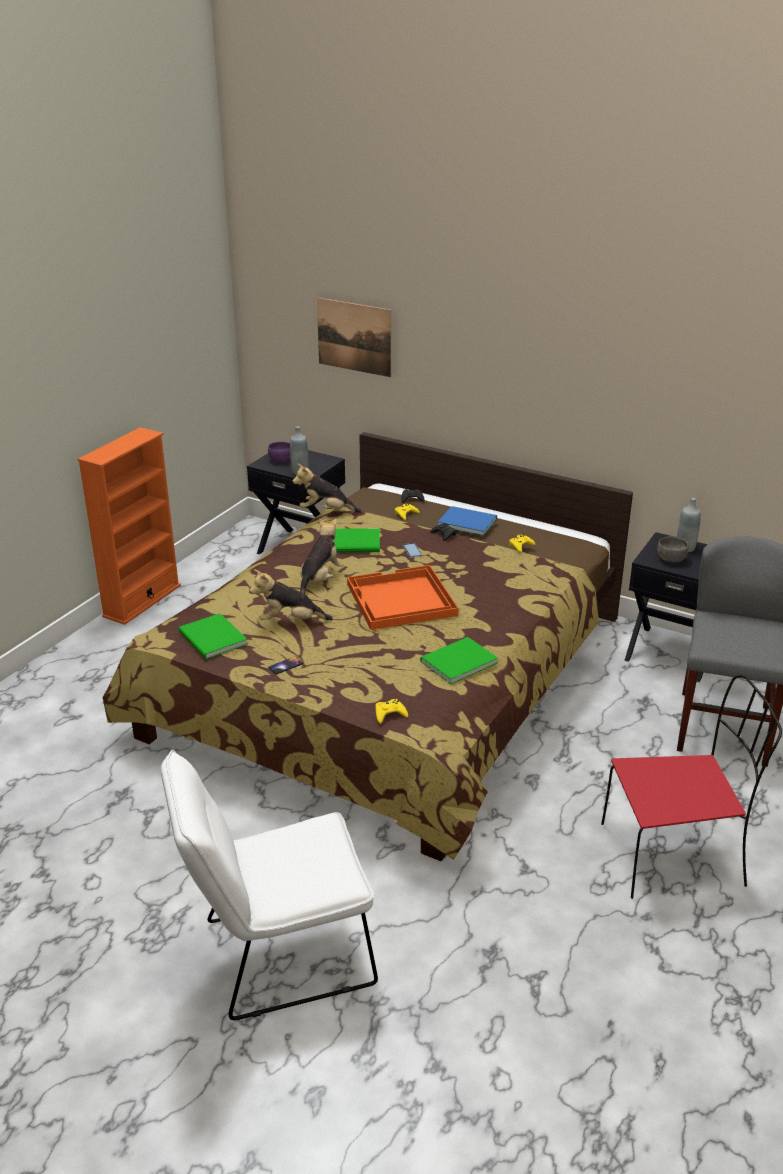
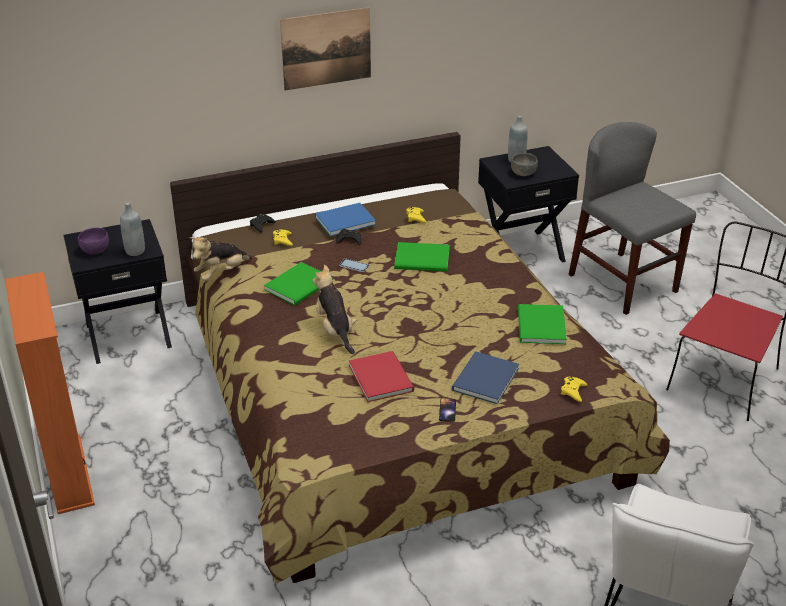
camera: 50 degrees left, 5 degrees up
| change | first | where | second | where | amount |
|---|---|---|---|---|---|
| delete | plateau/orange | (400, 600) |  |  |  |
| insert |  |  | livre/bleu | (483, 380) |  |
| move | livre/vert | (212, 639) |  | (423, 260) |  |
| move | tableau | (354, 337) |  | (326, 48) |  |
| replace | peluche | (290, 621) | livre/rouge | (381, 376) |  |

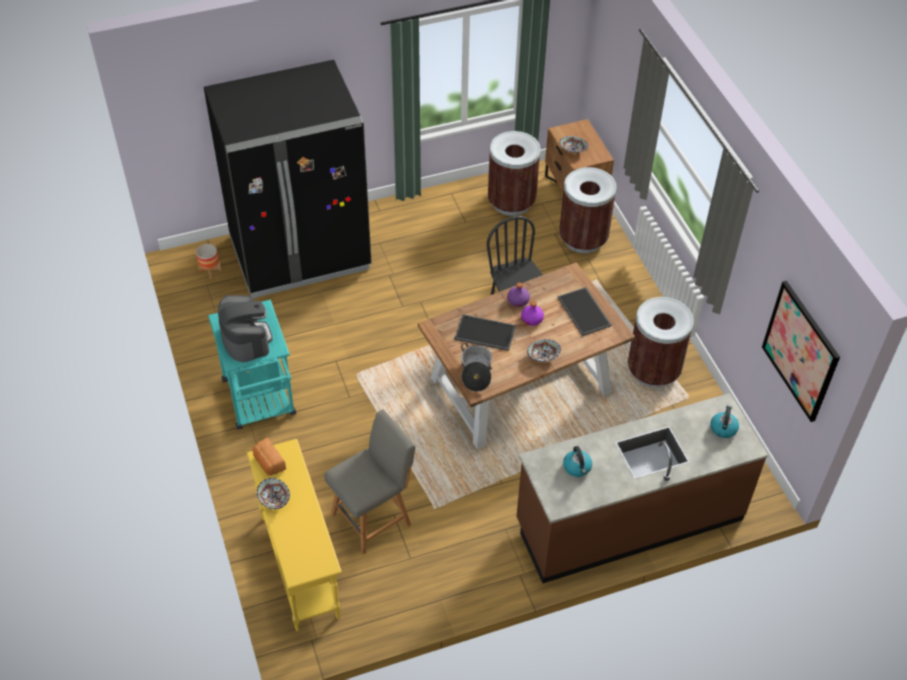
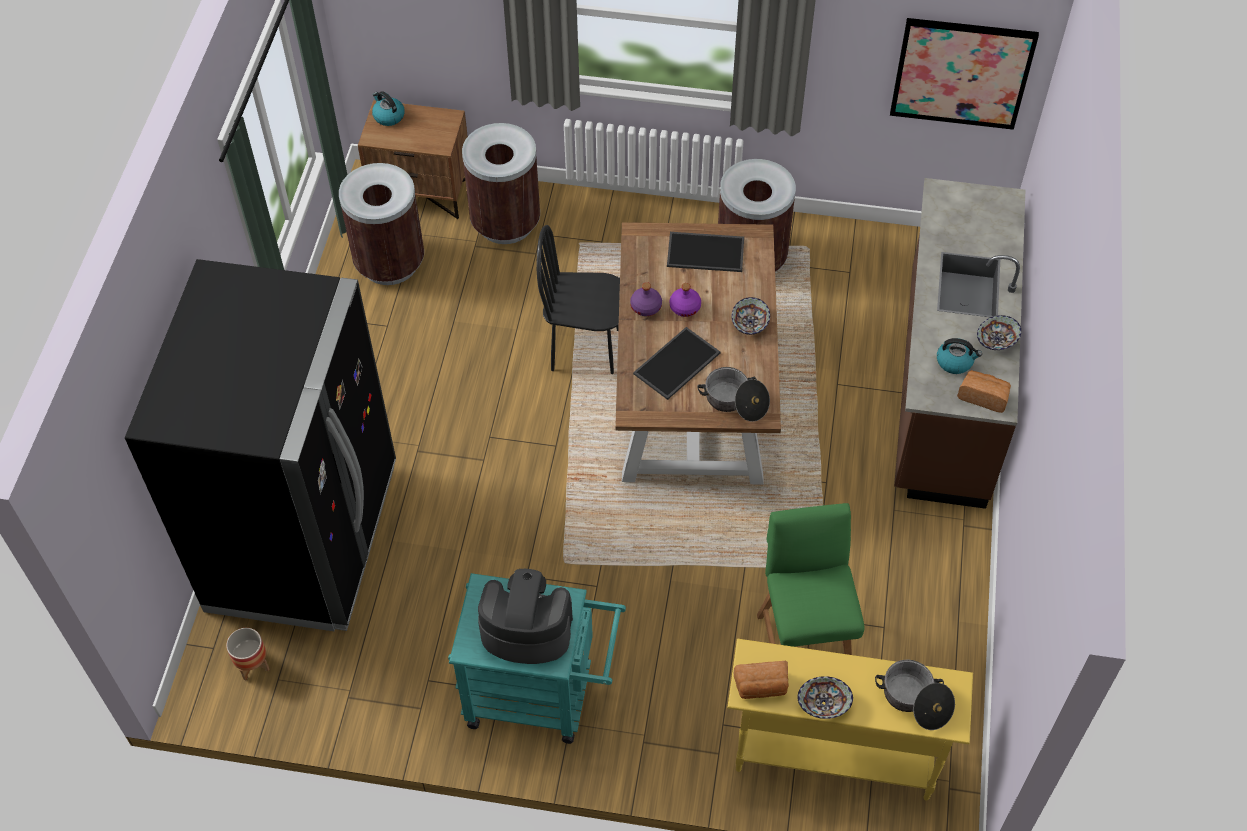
camera: 60 degrees left, 5 degrees up
| change | first | where | second | where | amount |
|---|---|---|---|---|---|
| insert |  |  | marmite | (914, 700) |  |
| insert |  |  | pain | (983, 396) |  |
| move | bol | (573, 150) |  | (997, 341) |  |
| move | bouilloire | (723, 428) |  | (388, 116) |  |
| recolor | chaise/gris | (373, 517) | chaise/vert | (803, 641) |  |

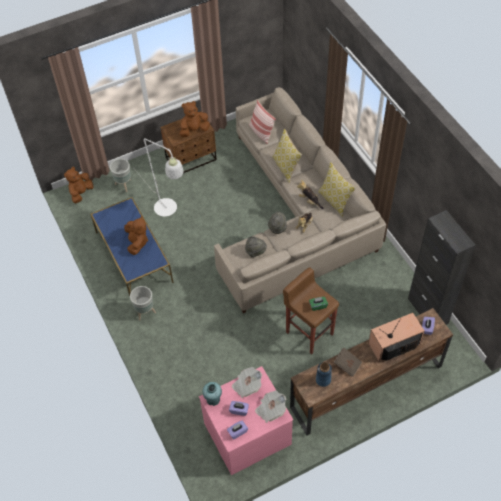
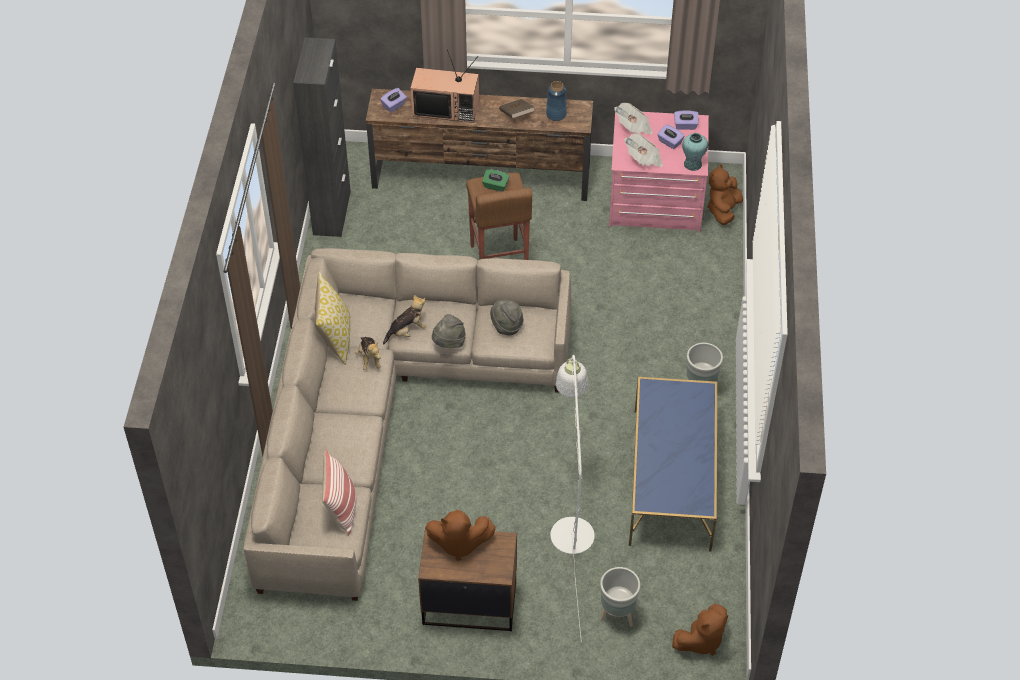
camera: 150 degrees left, 5 degrees down
| change | first | where | second | where | amount |
|---|---|---|---|---|---|
| delete | coussin | (286, 167) |  |  |  |
| move | peluche/marron | (137, 242) |  | (723, 210) |  |

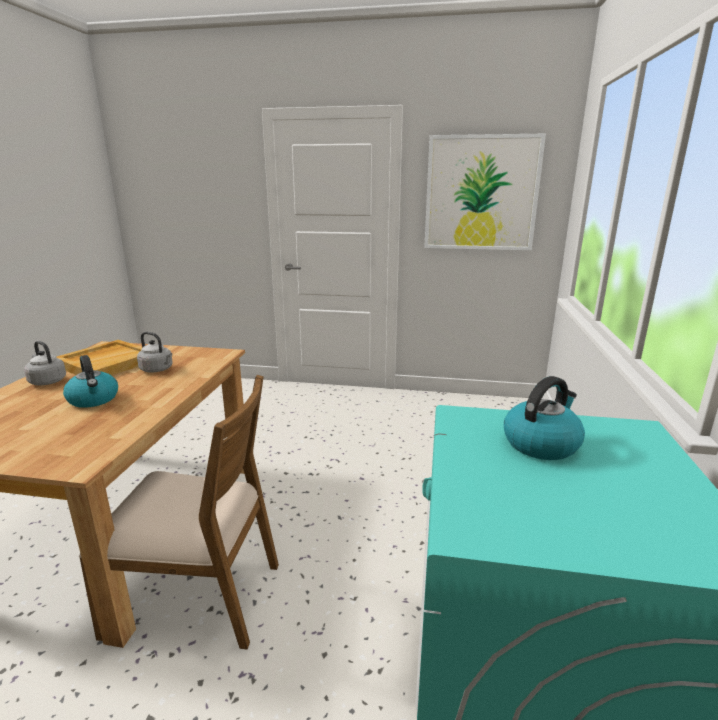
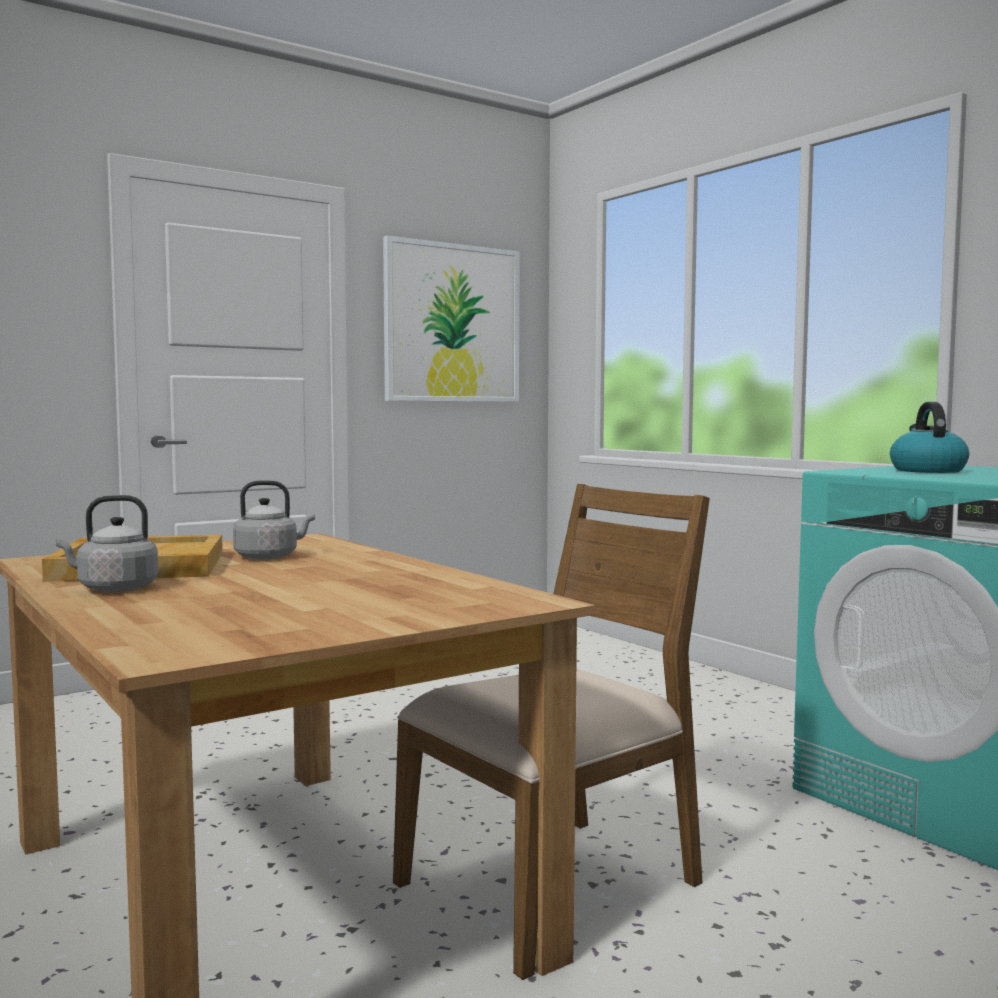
camera: 45 degrees left, 15 degrees down
| change | first | where | second | where | amount |
|---|---|---|---|---|---|
| delete | bouilloire | (94, 399) |  |  |  |

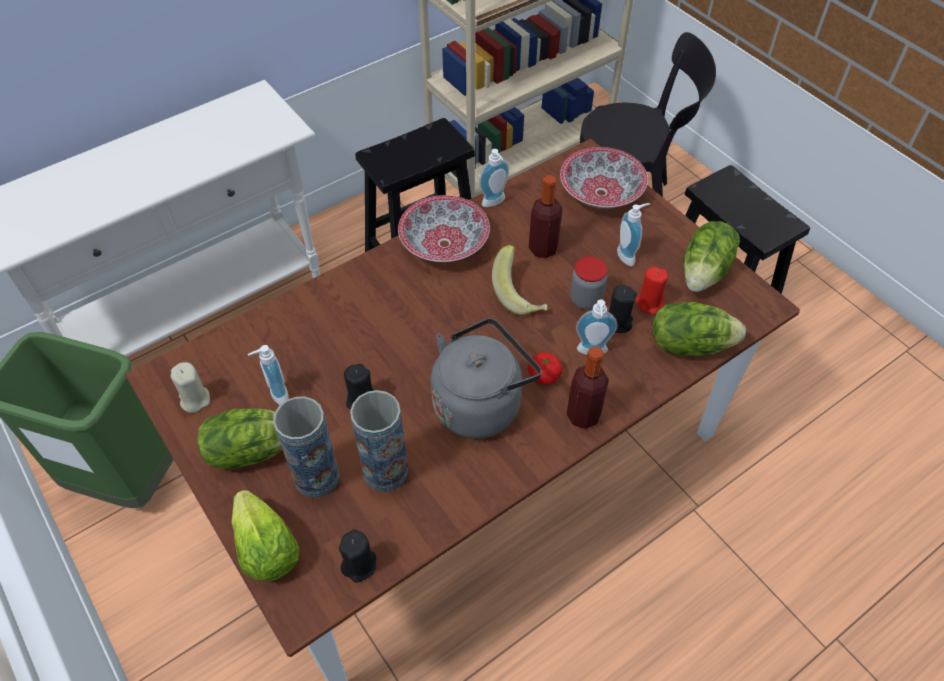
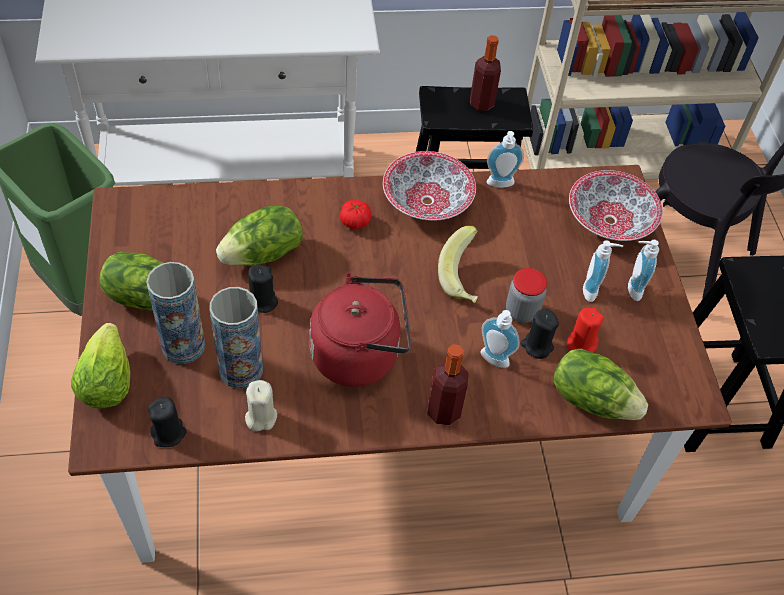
camera: 25 degrees right, 0 degrees up
| change | first | where | second | where | amount |
|---|---|---|---|---|---|
| move | bougie/beige | (194, 399) |  | (261, 417) |  |
| move | distributeur de savon | (275, 395) |  | (631, 289) |  |
| move | tomate | (544, 375) |  | (355, 222) |  |
| move | bouteille | (543, 248) |  | (481, 103) |  |
| move | laitue | (705, 272) |  | (263, 254) |  |
| recolor | bouilloire/gris | (480, 403) | bouilloire/rouge | (360, 355) |  |

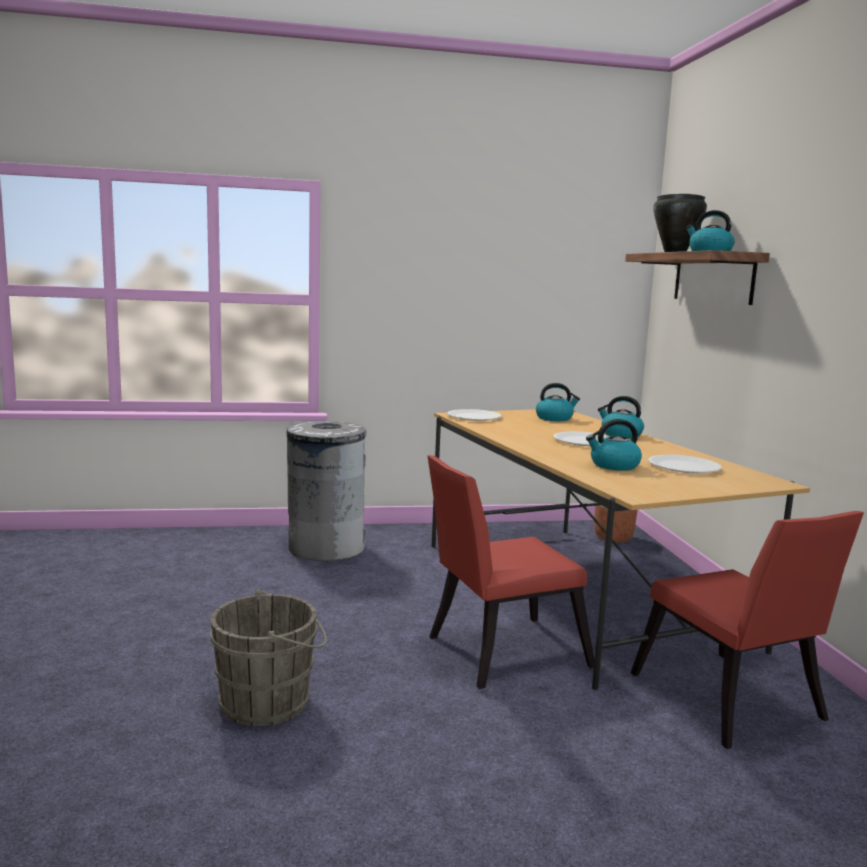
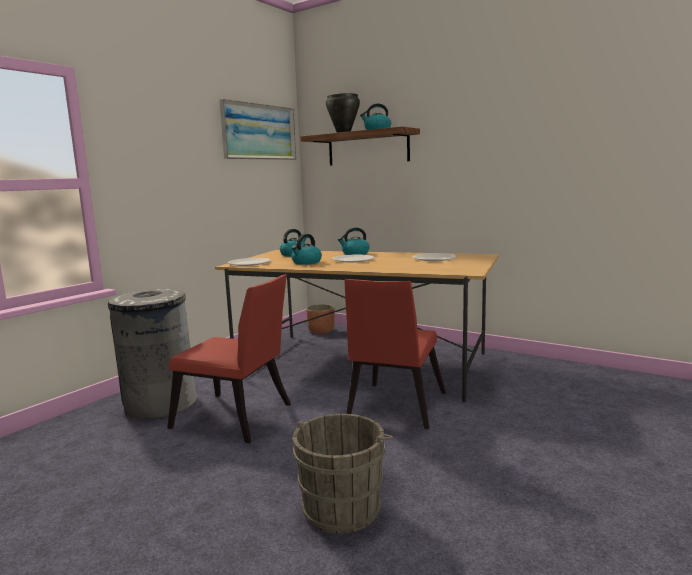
camera: 45 degrees left, 0 degrees up
| change | first | where | second | where | amount |
|---|---|---|---|---|---|
| insert |  |  | tableau | (259, 132) |  |
| move | bouilloire | (613, 465) |  | (306, 262) |  |
| move | chaise/rouge | (731, 704) |  | (237, 419) |  |

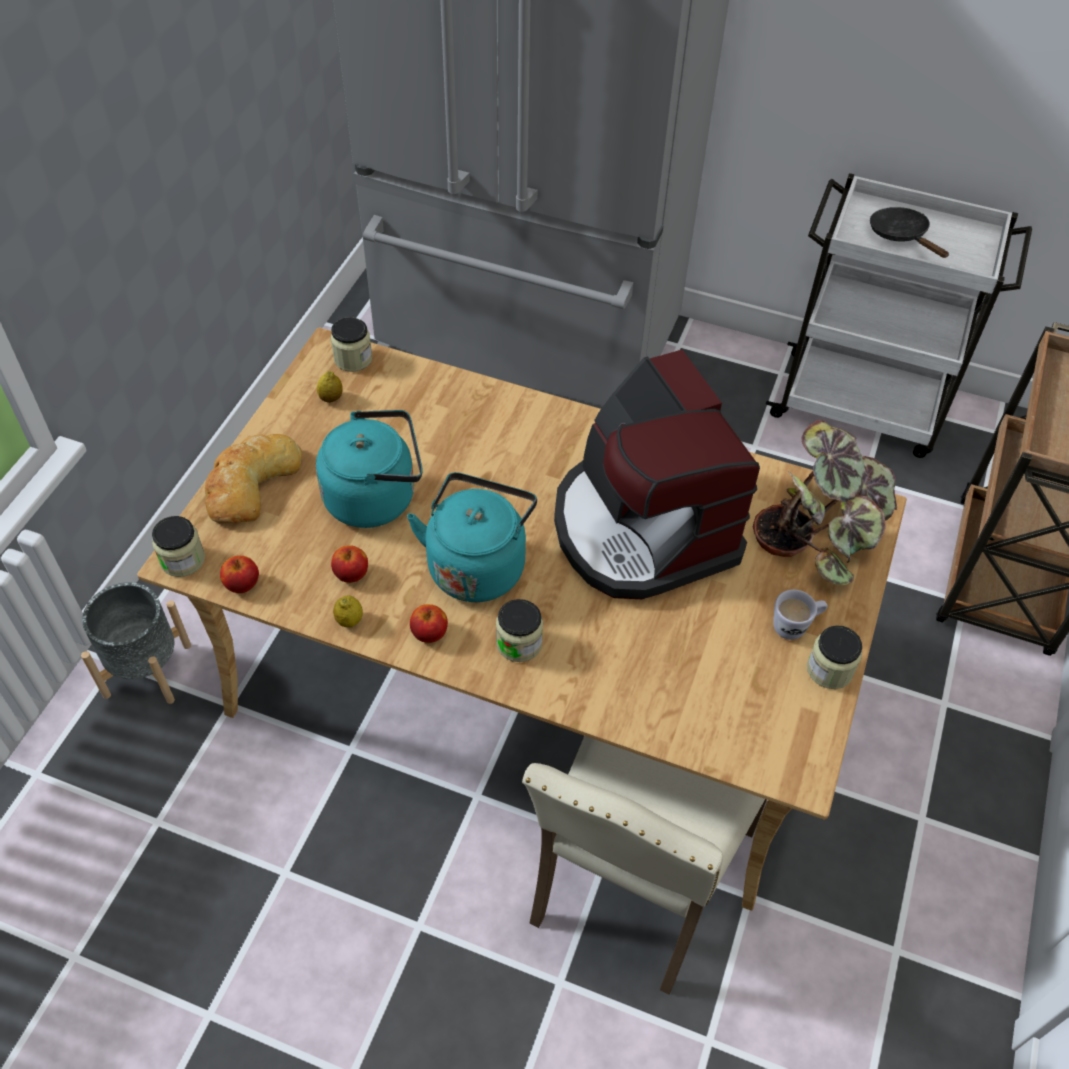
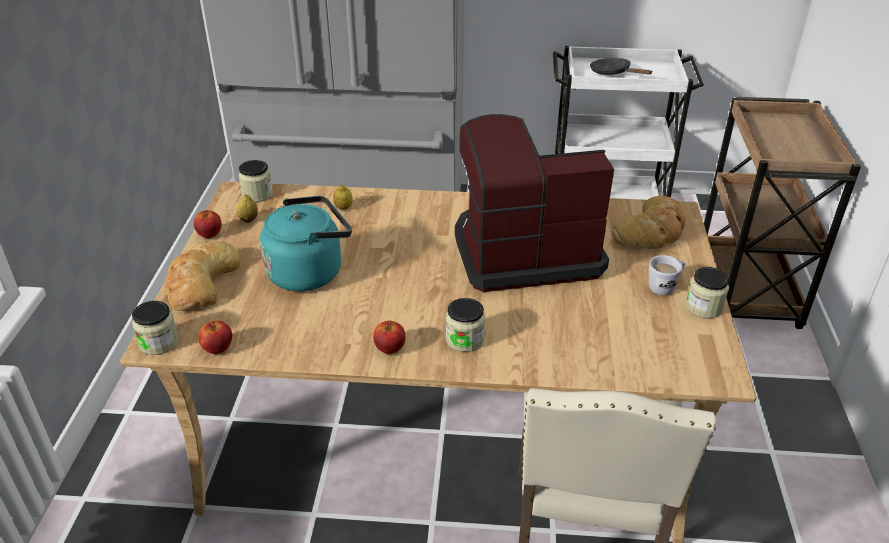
camera: 15 degrees left, 15 degrees down
| change | first | where | second | where | amount |
|---|---|---|---|---|---|
| delete | cache-pot/gris | (147, 670) |  |  |  |
| delete | bouilloire/turquoise | (477, 564) |  |  |  |
| move | pomme | (351, 574) |  | (209, 234) |  |
| move | citron | (349, 620) |  | (343, 207) |  |
| replace | plante en pot | (822, 532) | pain | (652, 230) |  |
| rotate | machine à café | (642, 528) |  | (523, 252) | 120 degrees clockwise |

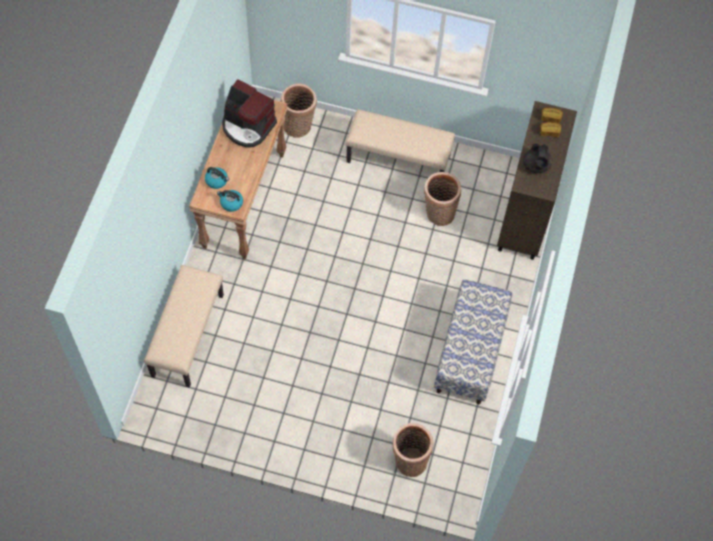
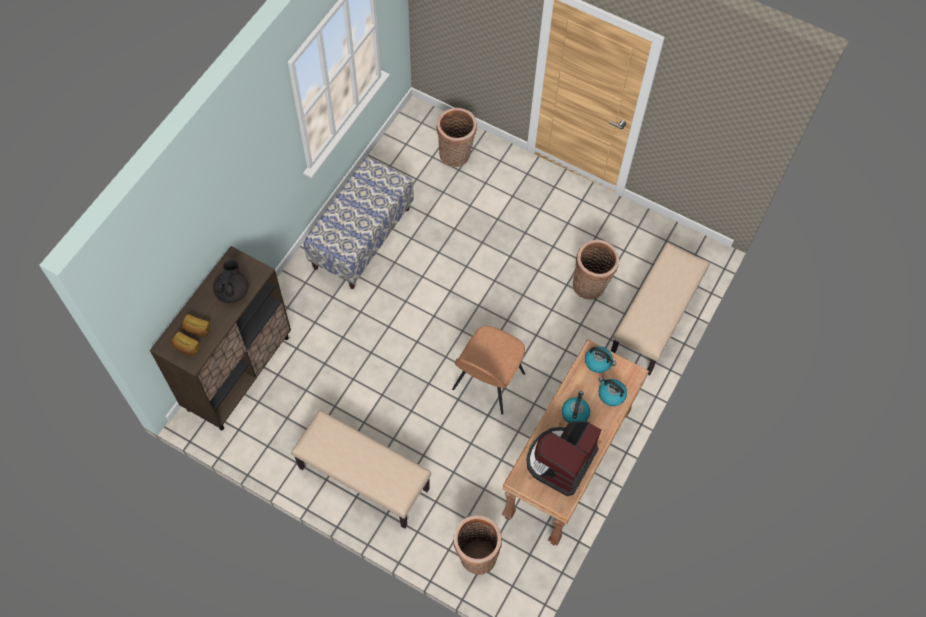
camera: 165 degrees left, 0 degrees up
| change | first | where | second | where | amount |
|---|---|---|---|---|---|
| insert |  |  | chaise/marron | (487, 383) |  |
| insert |  |  | bouilloire | (575, 413) |  |
| move | panier | (438, 213) |  | (591, 286) |  |
| rotate | machine à café | (248, 126) |  | (560, 461) | 105 degrees counterclockwise |

